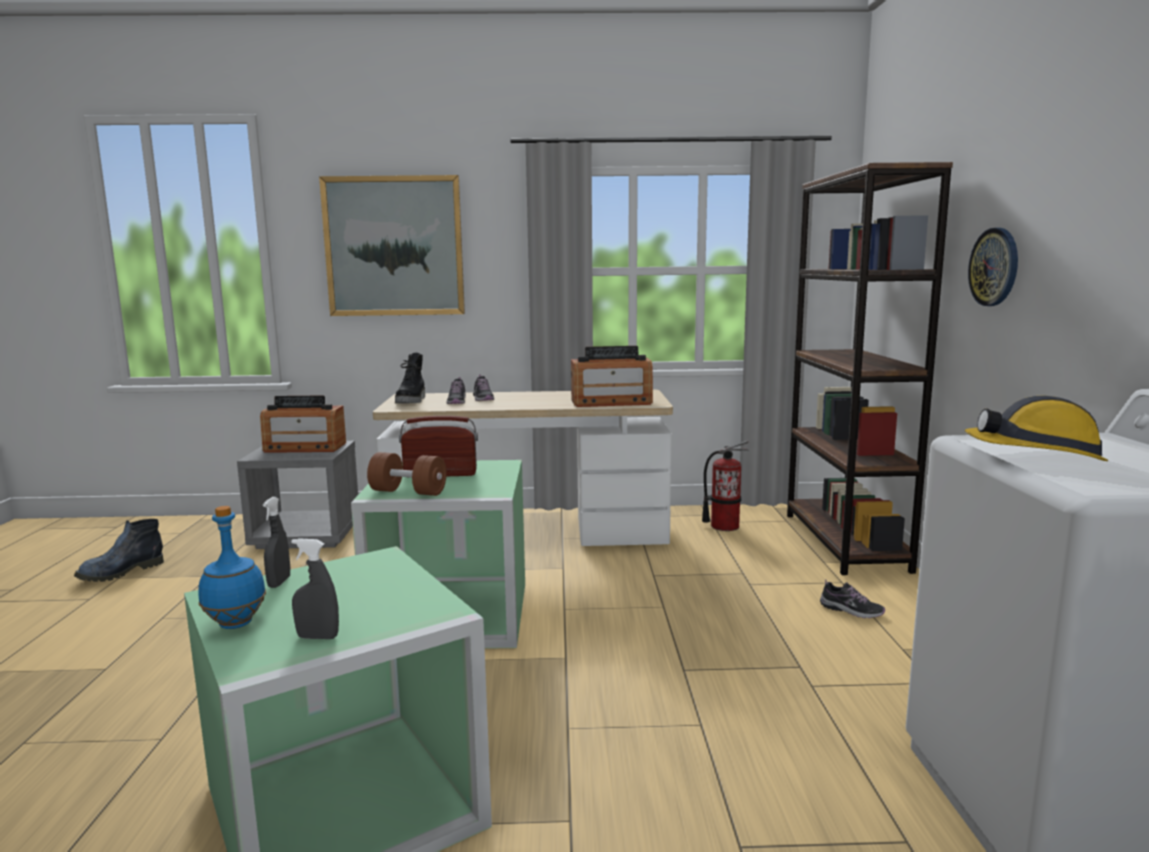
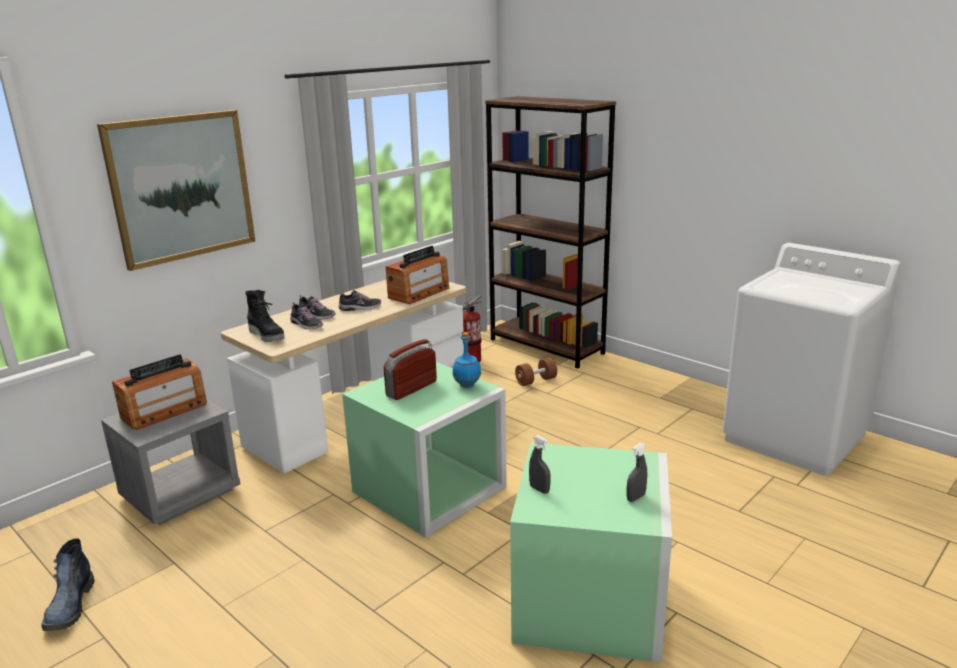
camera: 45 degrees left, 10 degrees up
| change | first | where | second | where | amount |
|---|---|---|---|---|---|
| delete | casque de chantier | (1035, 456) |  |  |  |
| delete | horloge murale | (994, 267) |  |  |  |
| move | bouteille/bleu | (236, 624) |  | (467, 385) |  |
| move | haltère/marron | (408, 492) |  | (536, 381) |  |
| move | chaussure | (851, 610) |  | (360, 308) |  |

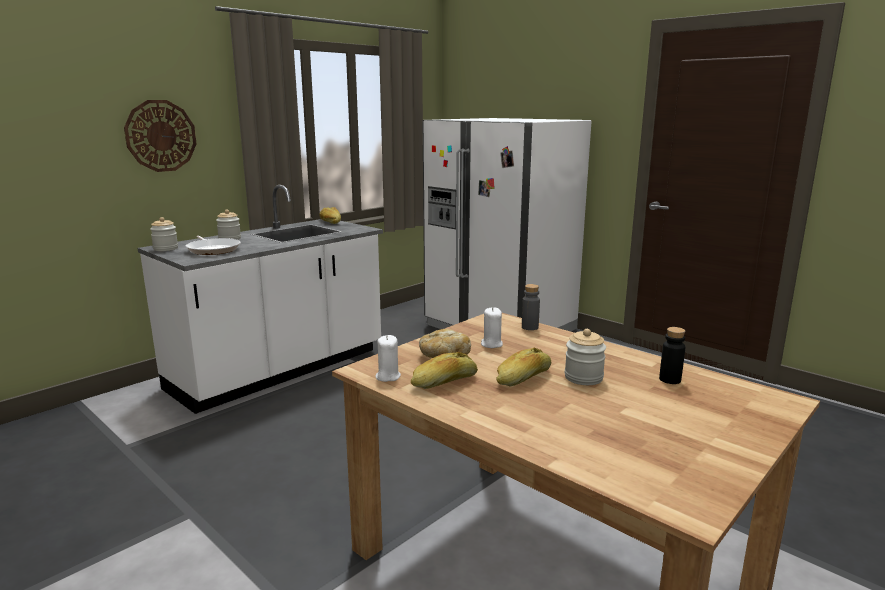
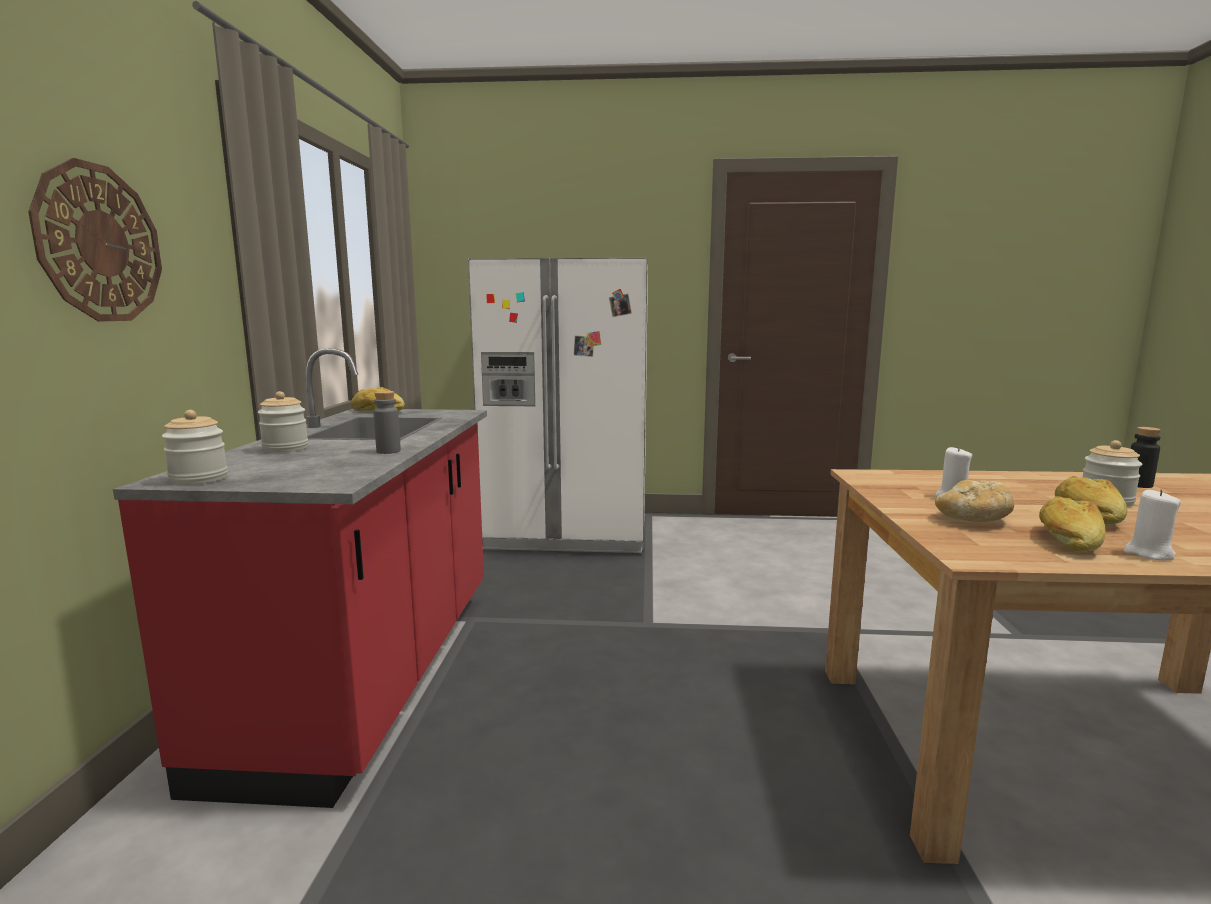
camera: 40 degrees left, 5 degrees down
| change | first | where | second | where | amount |
|---|---|---|---|---|---|
| delete | poêle | (213, 249) |  |  |  |
| move | bougie/blanc | (387, 376) |  | (1148, 554) |  |
| move | bouteille/gris | (530, 327) |  | (388, 451) |  |
| recolor | comptoir de cuisine/blanc | (279, 370) | comptoir de cuisine/rouge | (372, 674) |  |

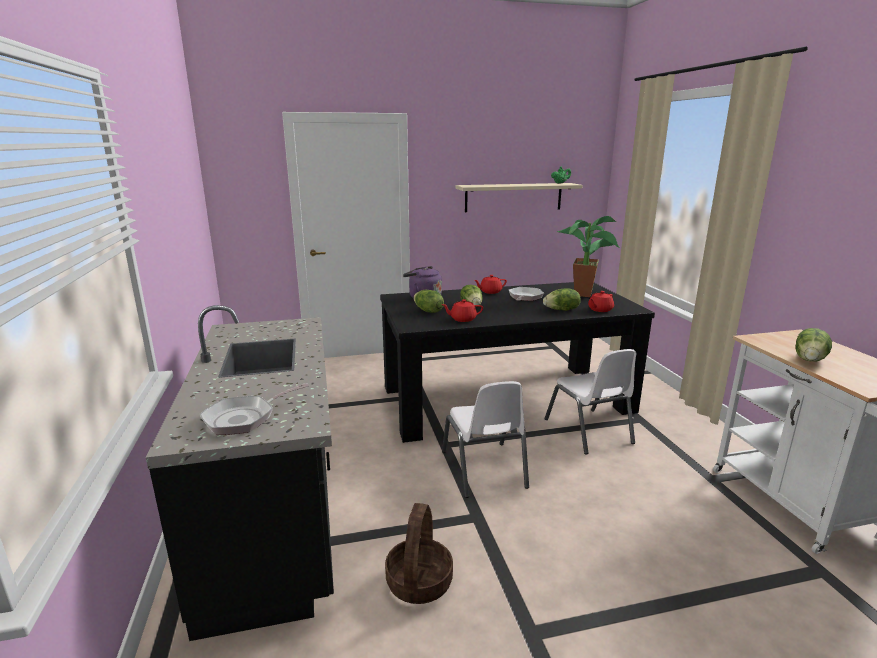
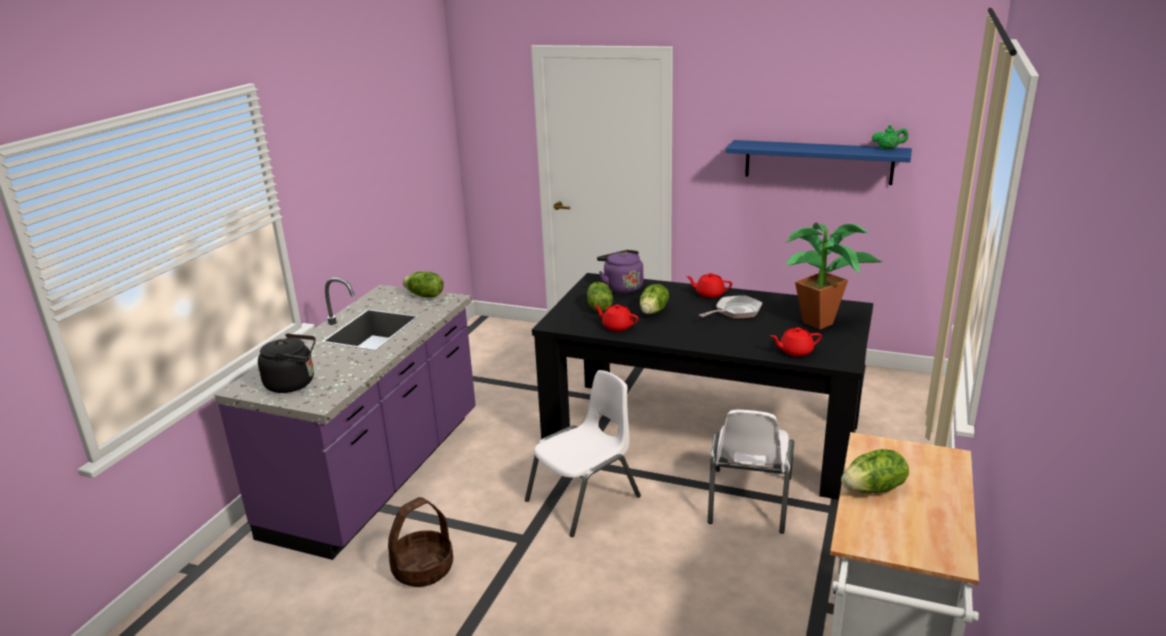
camera: 35 degrees right, 5 degrees up
| change | first | where | second | where | amount |
|---|---|---|---|---|---|
| move | laitue | (562, 310) |  | (424, 296) |  |
| replace | poêle | (245, 418) | bouilloire/noir | (294, 383) |  |
| recolor | comptoir de cuisine/noir | (276, 516) | comptoir de cuisine/violet | (378, 474) |  |
| recolor | étagère/beige | (513, 197) | étagère/bleu | (818, 162) |  |
| rotate | chaise/blanc | (484, 469) |  | (584, 499) | 150 degrees counterclockwise |

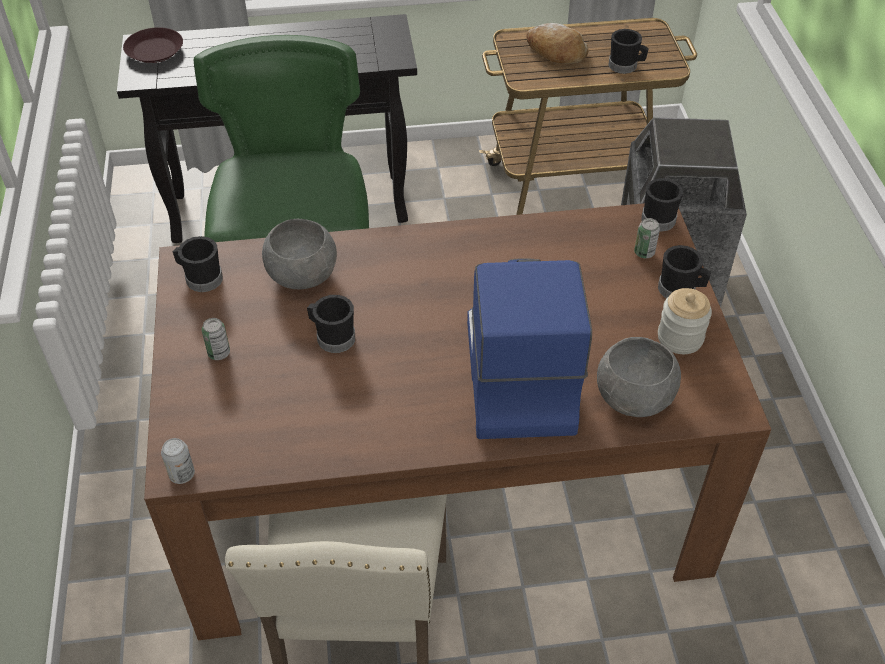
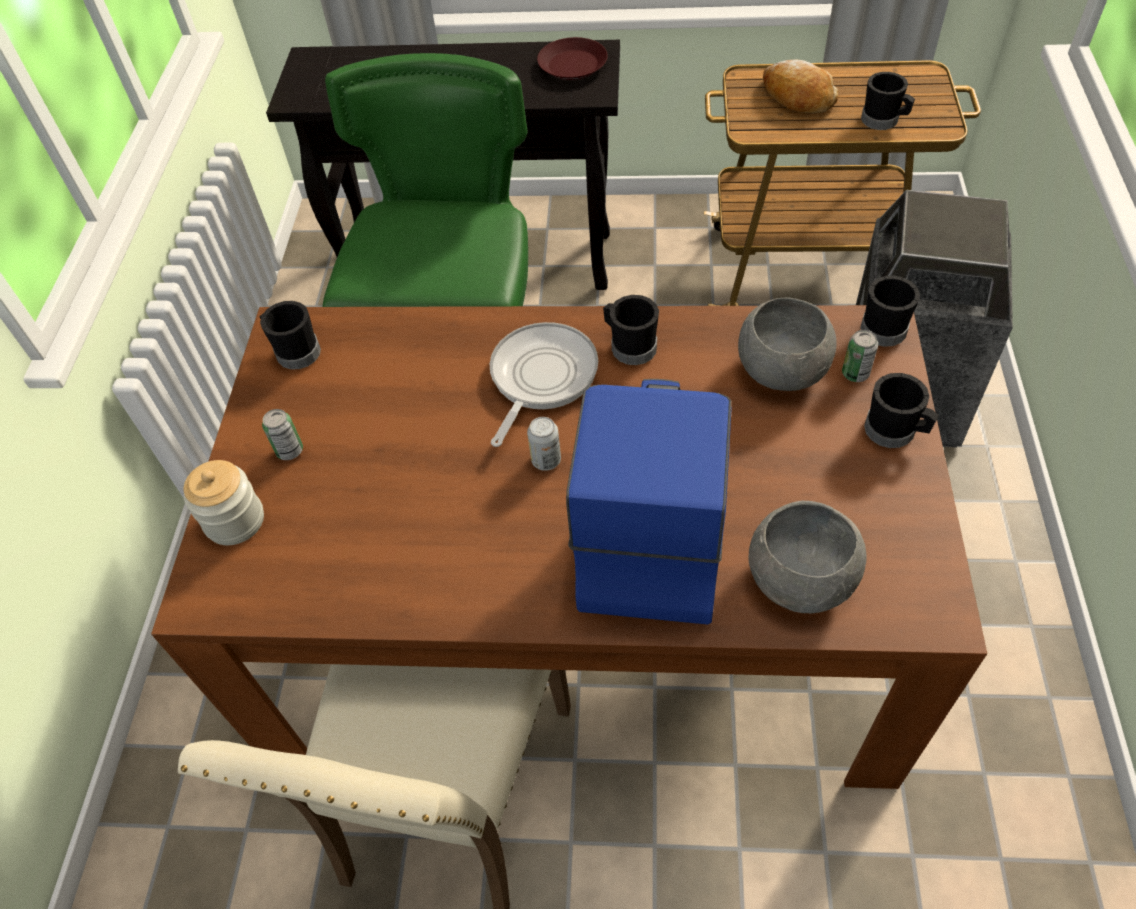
camera: 15 degrees right, 5 degrees up
| change | first | where | second | where | amount |
|---|---|---|---|---|---|
| insert |  |  | poêle | (540, 378) |  |
| move | assiette/marron | (155, 50) |  | (573, 65) |  |
| move | boîte métallique | (182, 474) |  | (546, 460) |  |
| move | bol/gris | (302, 274) |  | (782, 369) |  |
| move | mug/noir | (332, 337) |  | (629, 346) |  |
| move | bocal | (680, 338) |  | (235, 520) |  |

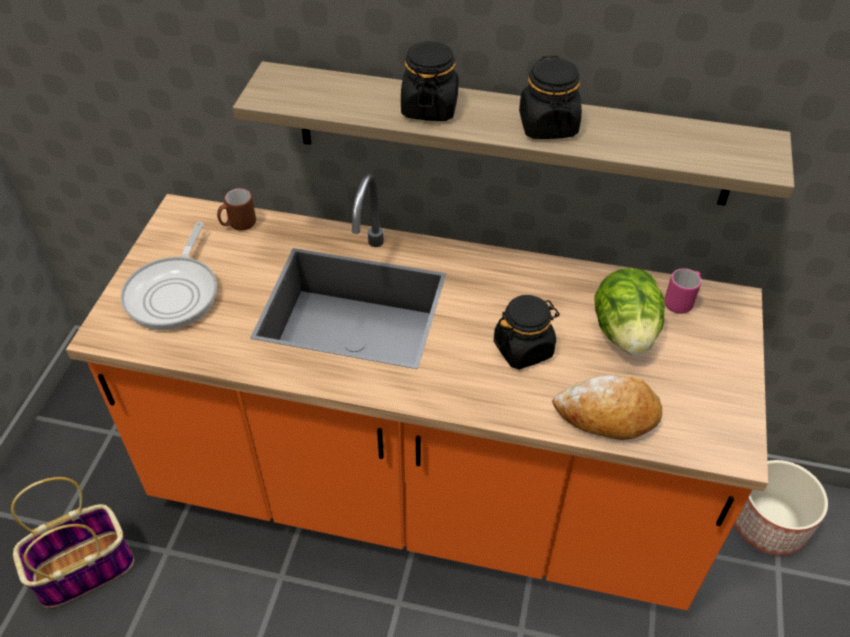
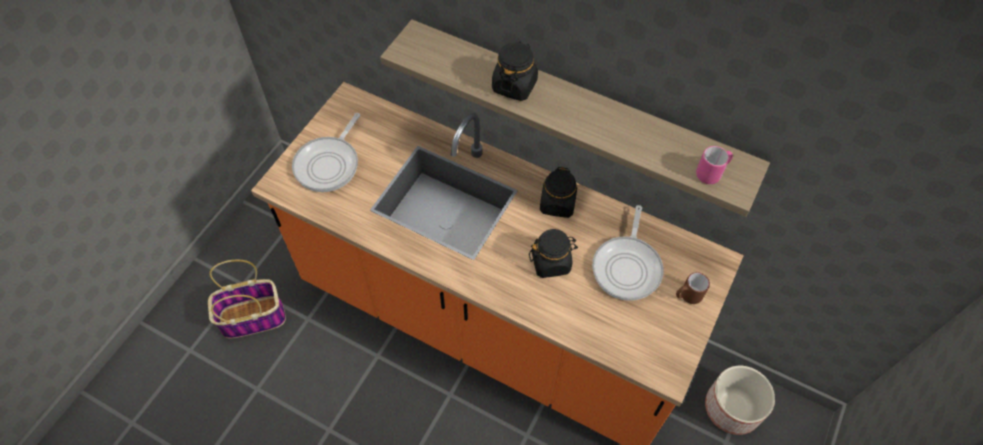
camera: 15 degrees right, 10 degrees up
| change | first | where | second | where | amount |
|---|---|---|---|---|---|
| delete | pain | (607, 414) |  |  |  |
| move | mug/marron | (238, 225) |  | (687, 296) |  |
| move | bocal/noir | (548, 126) |  | (557, 204) |  |
| move | mug/rose | (681, 301) |  | (712, 173) |  |
| replace | laitue | (625, 332) | poêle | (627, 267) |  |

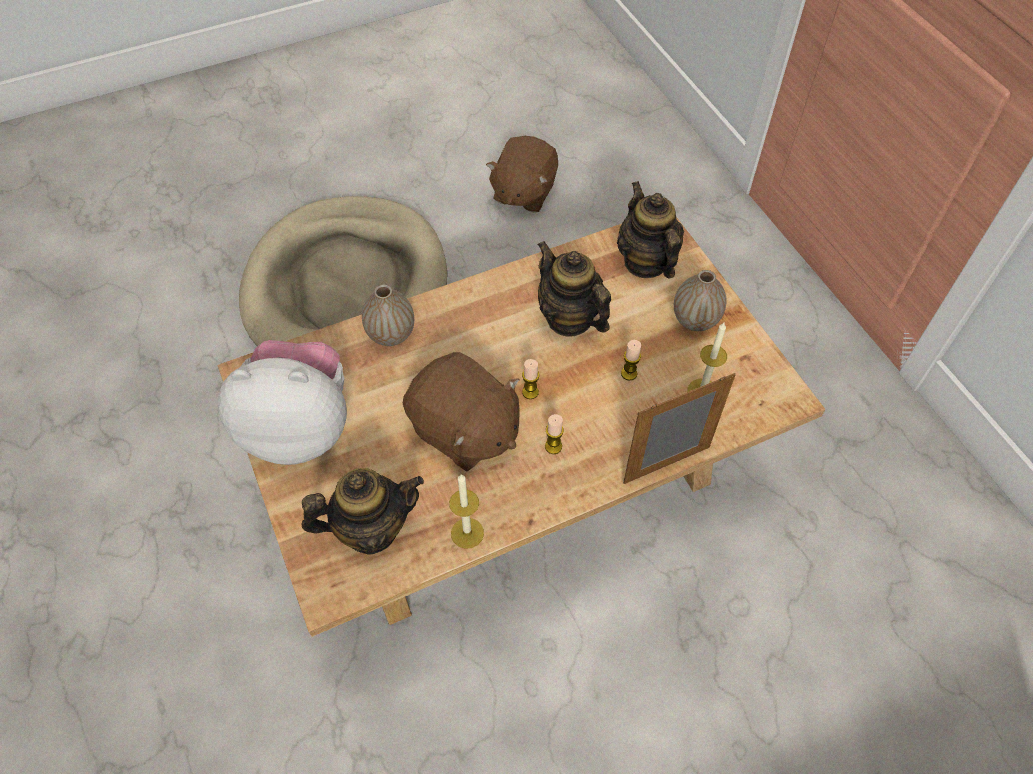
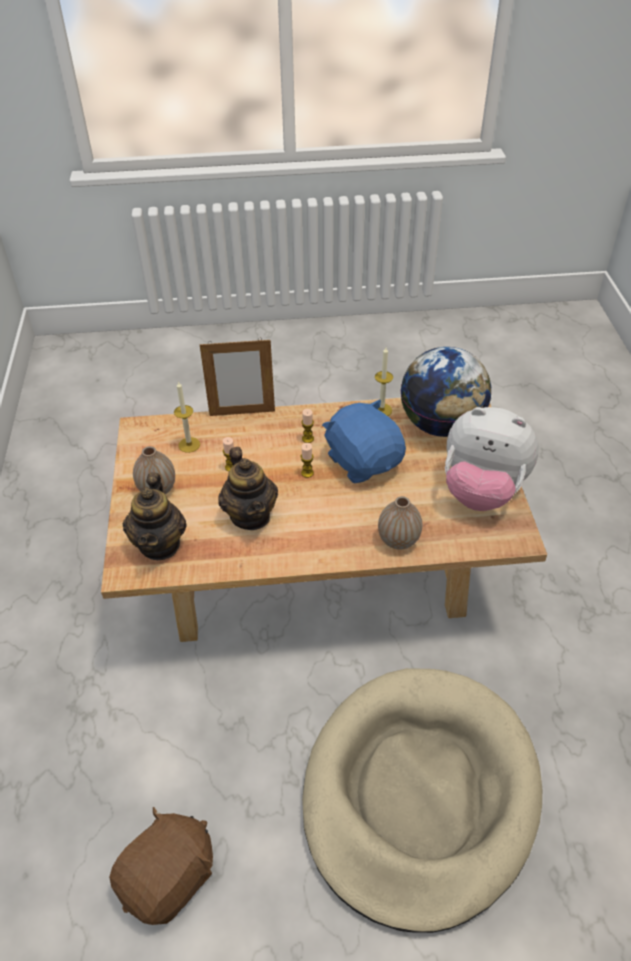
camera: 160 degrees left, 10 degrees down
| change | first | where | second | where | amount |
|---|---|---|---|---|---|
| replace | théière | (371, 528) | globe | (441, 425) |  |
| recolor | peluche/marron | (464, 431) | peluche/bleu | (363, 461) |  |

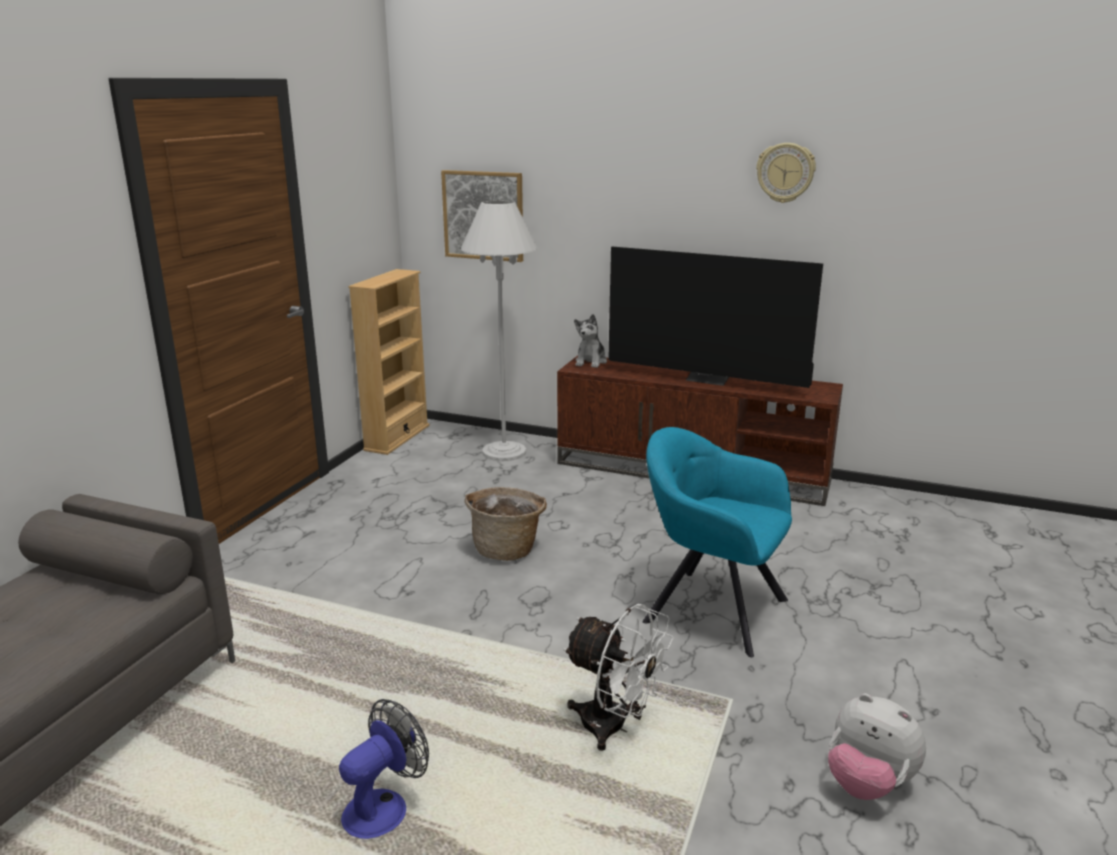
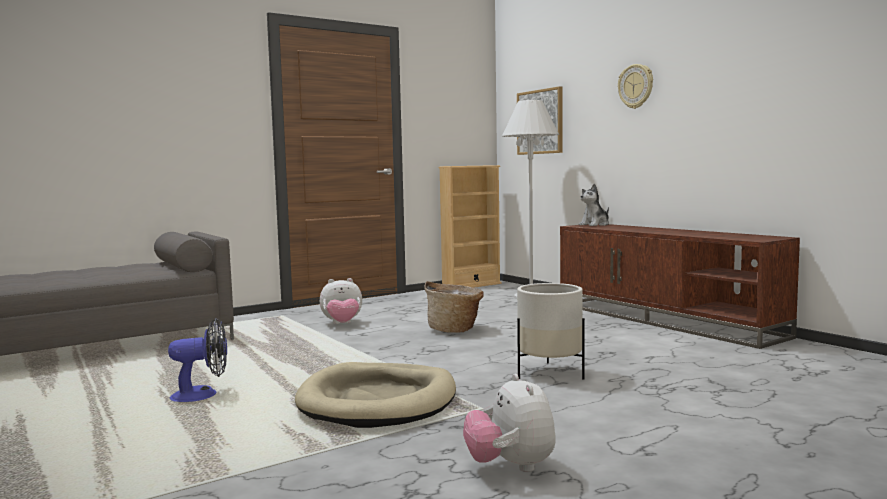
camera: 35 degrees right, 15 degrees down
| change | first | where | second | where | amount |
|---|---|---|---|---|---|
| delete | téléviseur | (708, 379) |  |  |  |
| insert |  |  | peluche | (342, 324) |  |
| move | horloge murale | (785, 172) |  | (636, 86) |  |
| replace | ventilateur/blanc | (614, 727) | panier pour chien/beige | (378, 401) |  |
| replace | fauteuil/turquoise | (710, 608) | cache-pot/blanc | (549, 373) |  |

